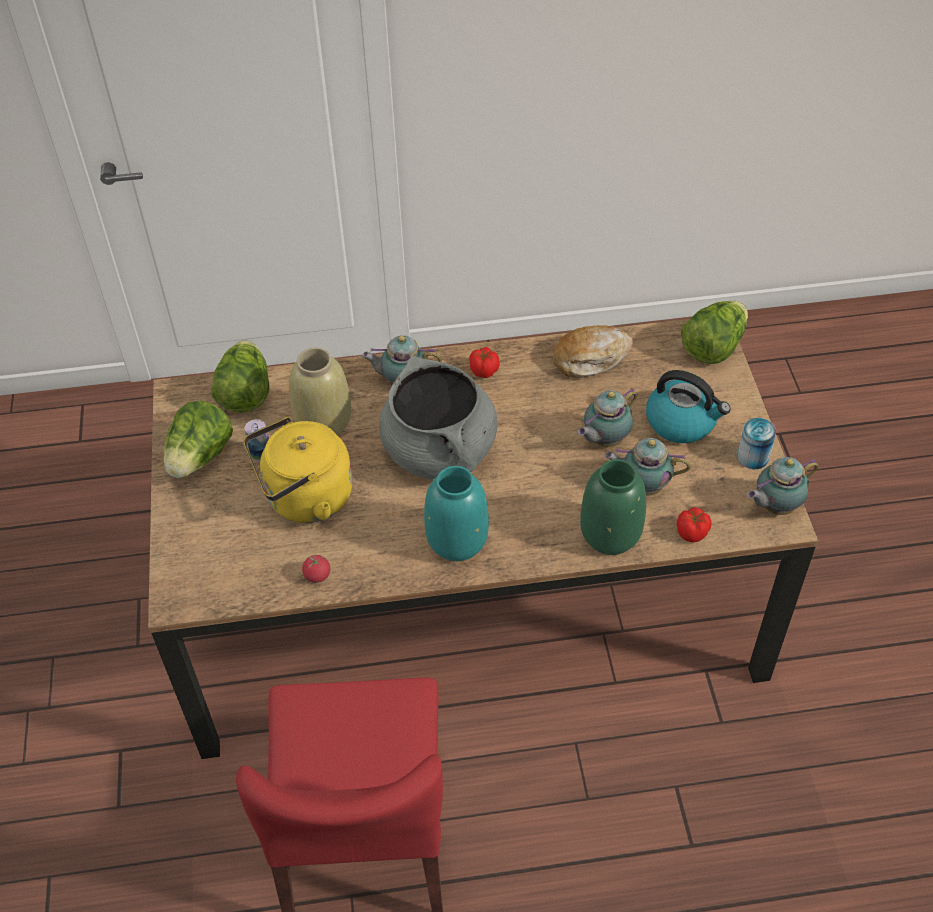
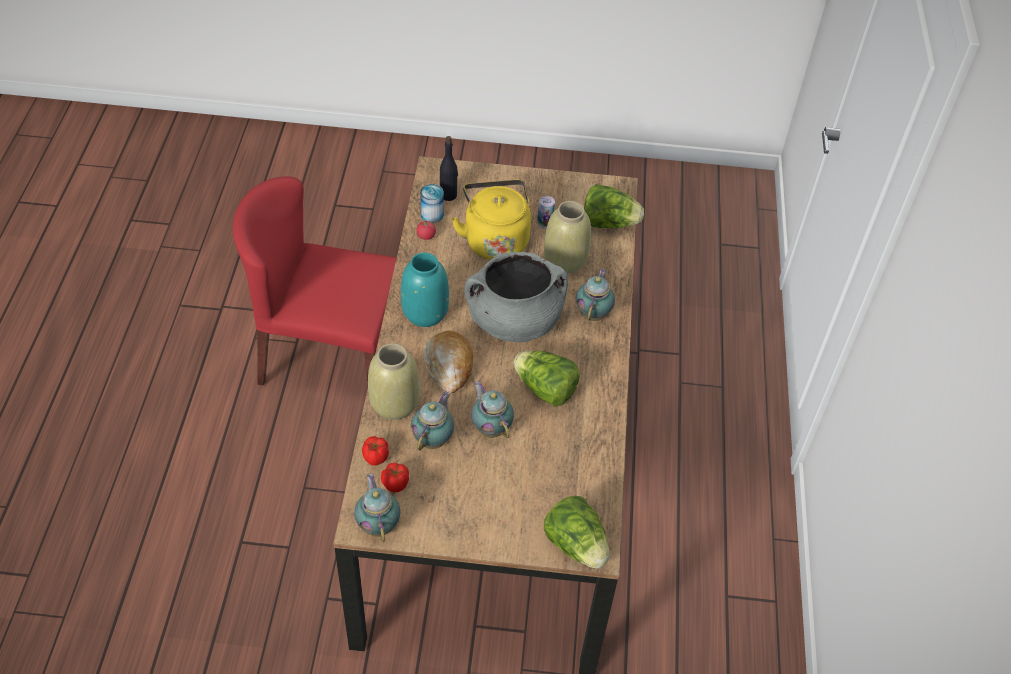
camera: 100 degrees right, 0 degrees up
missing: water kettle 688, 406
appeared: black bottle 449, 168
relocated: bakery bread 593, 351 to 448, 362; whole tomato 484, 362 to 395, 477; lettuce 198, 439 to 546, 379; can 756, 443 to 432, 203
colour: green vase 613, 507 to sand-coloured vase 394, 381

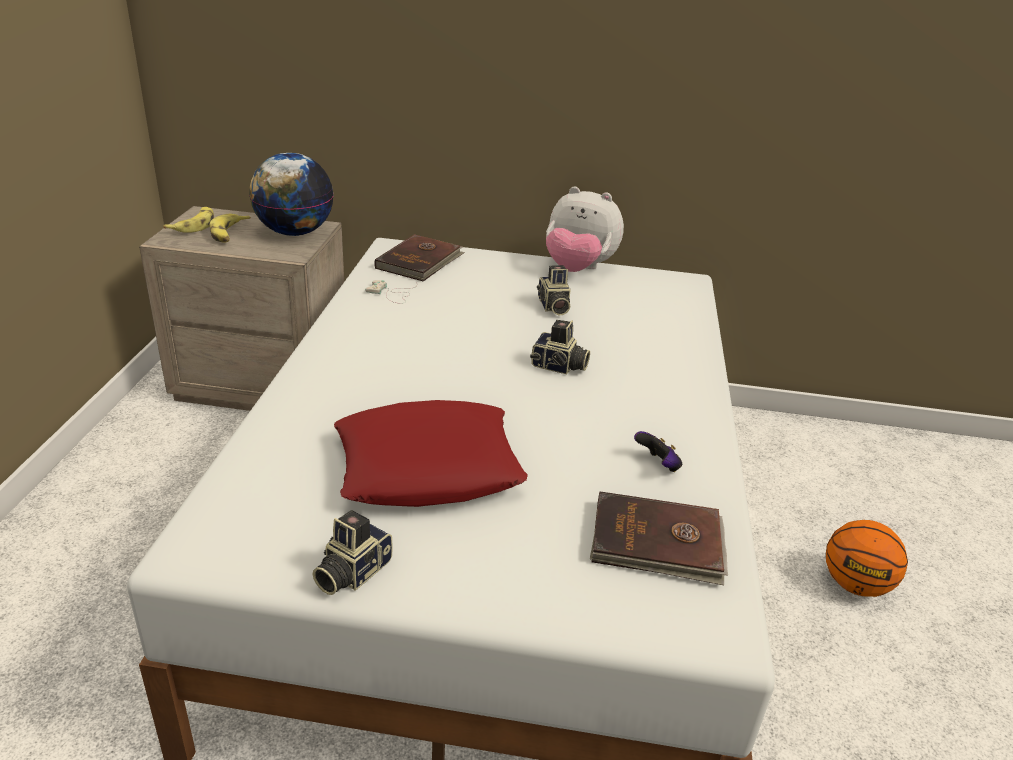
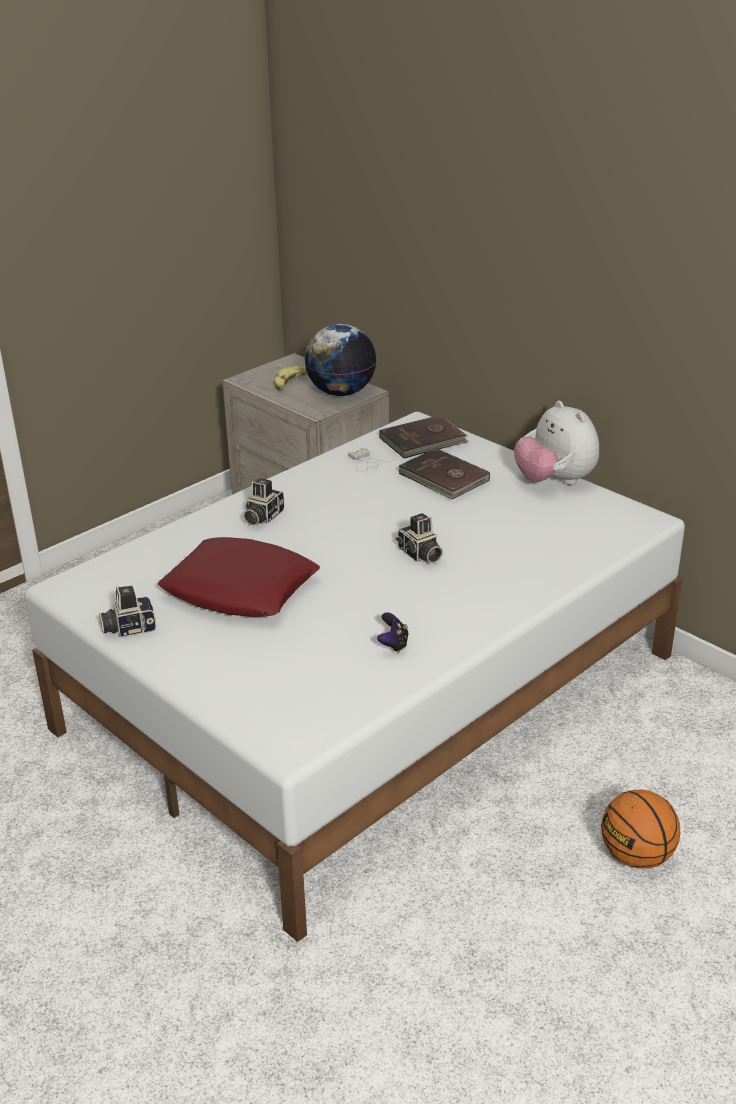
camera: 40 degrees right, 0 degrees up
missing: whole banana 188, 220
relocated: photo camera 554, 290 to 263, 502; brownish book 659, 538 to 444, 473

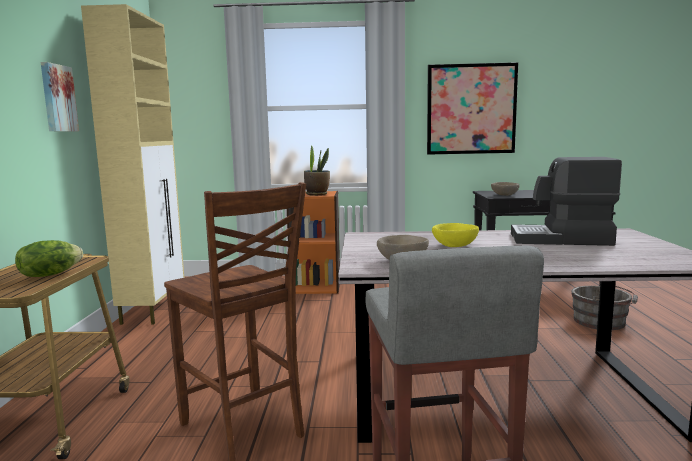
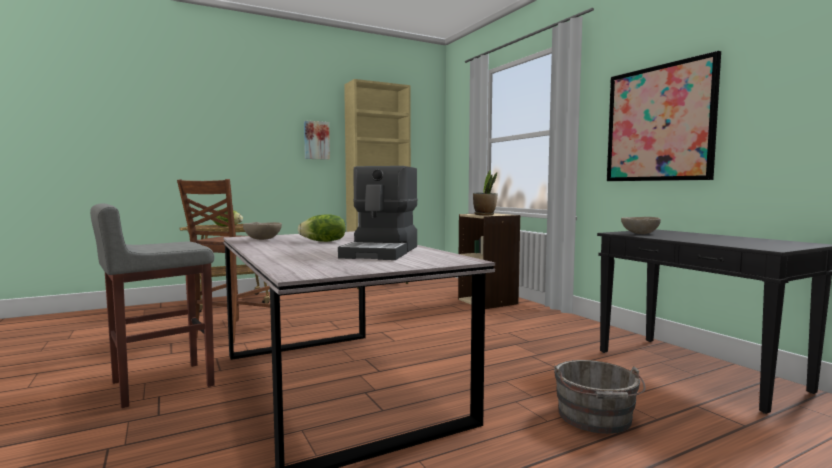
camera: 60 degrees right, 5 degrees down
exchanged: yellow bowl 455, 235 to lettuce 322, 228
colour: orangey bookcase 313, 242 to sand-coloured bookcase 489, 261
spun: coffee maker 566, 201 = 377, 213 150 degrees counterclockwise

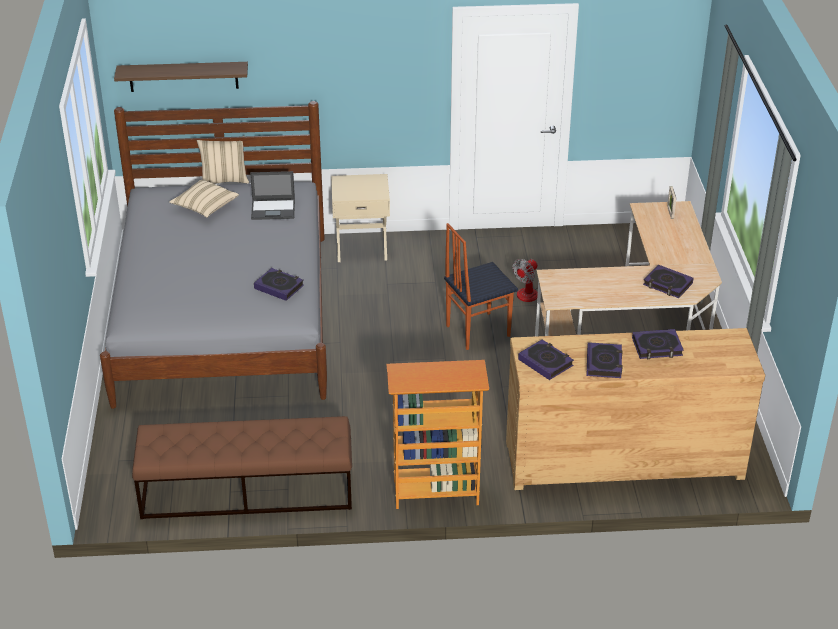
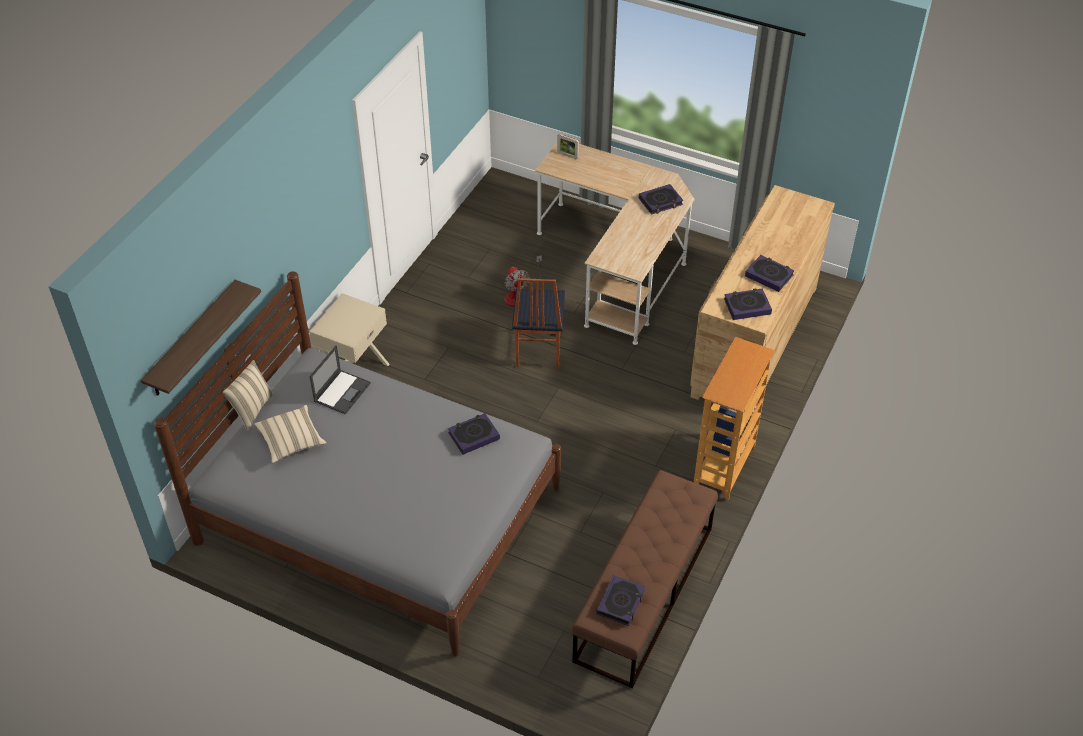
camera: 60 degrees left, 10 degrees up
relocated: book 658, 344 to 620, 600

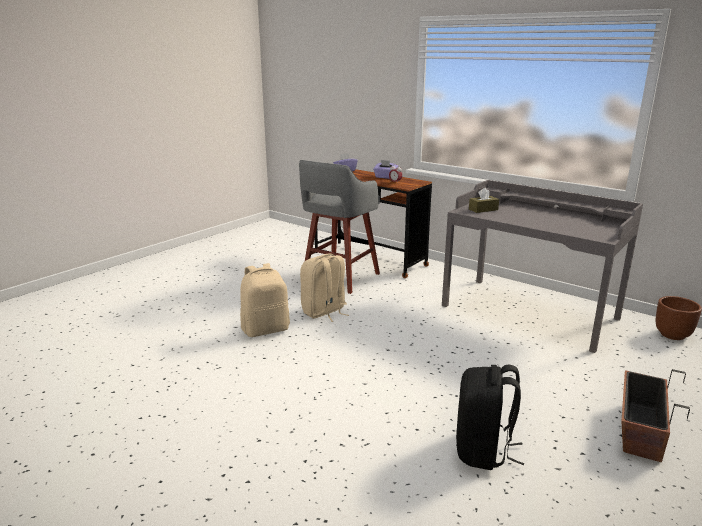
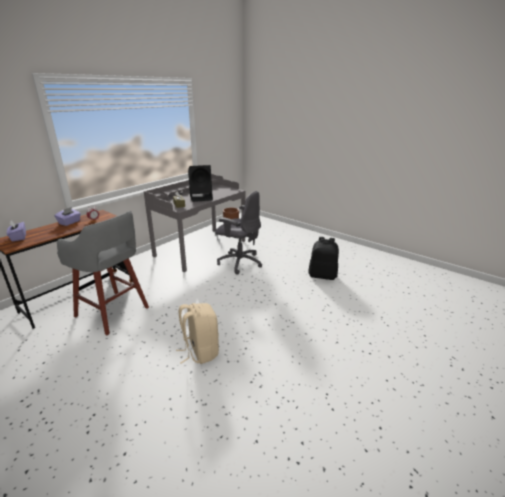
camera: 90 degrees left, 5 degrees up
missing: sand-coloured rucksack 324, 288; flower pot 655, 416
appeared: black audio speaker 200, 183; grey office chair 238, 233

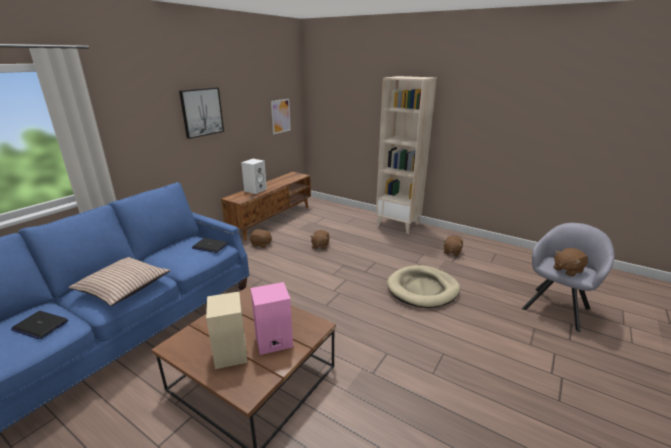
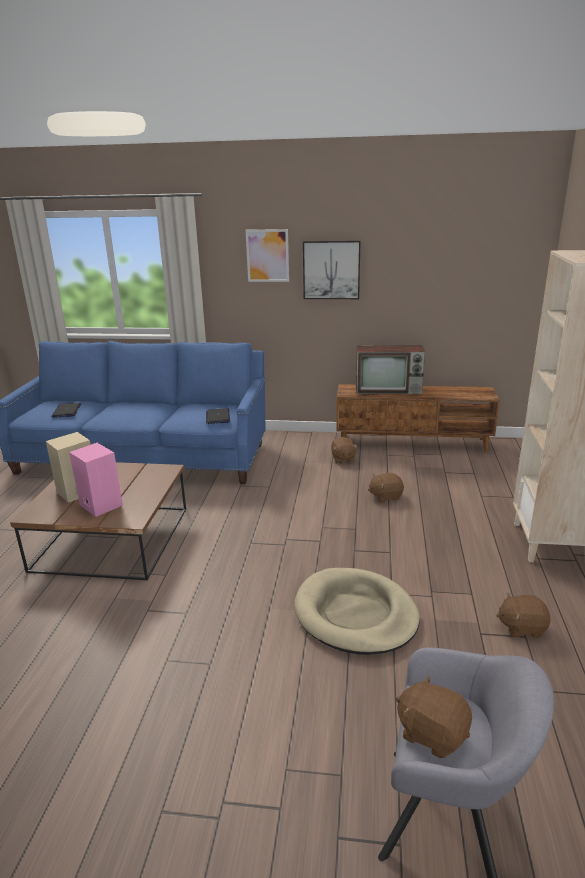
camera: 65 degrees right, 0 degrees up
missing: pillow 119, 281
relocated: picture 281, 116 to 267, 255
exchanged: whitish audio speaker 254, 176 to TV set 390, 369

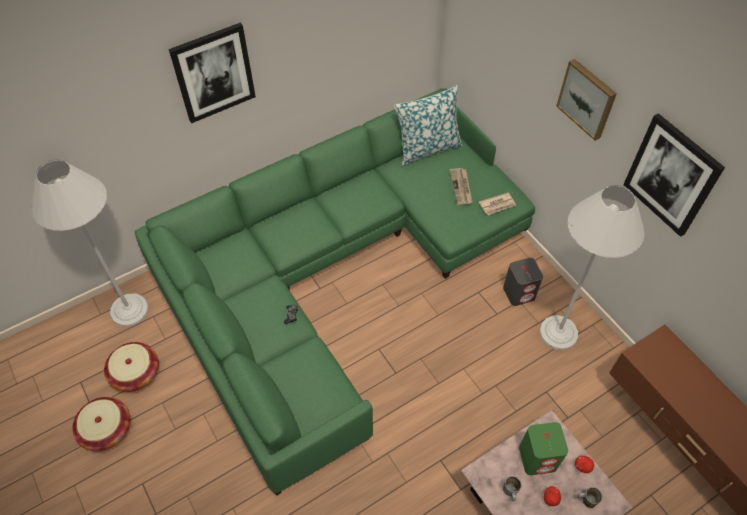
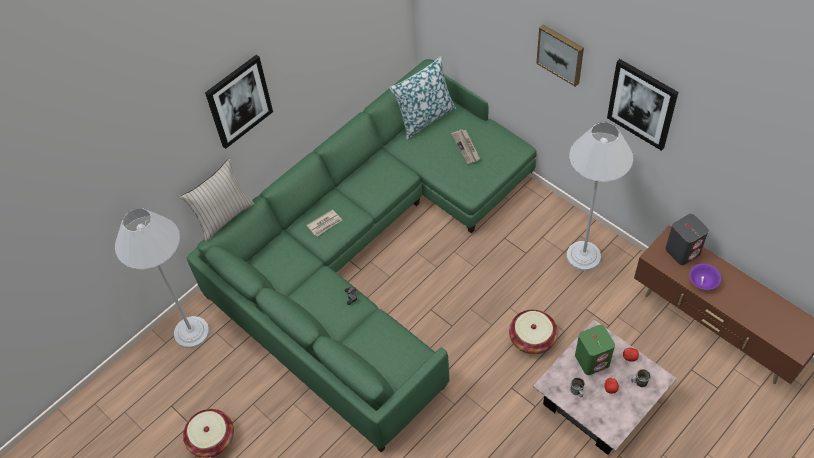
camera: 10 degrees left, 0 degrees up
appeared: sand-coloured pillow 217, 200; purple-coloured bowl 705, 277
relocated: newspaper 497, 204 to 324, 222; grey audio speaker 523, 282 to 687, 239; basket 131, 367 to 533, 332

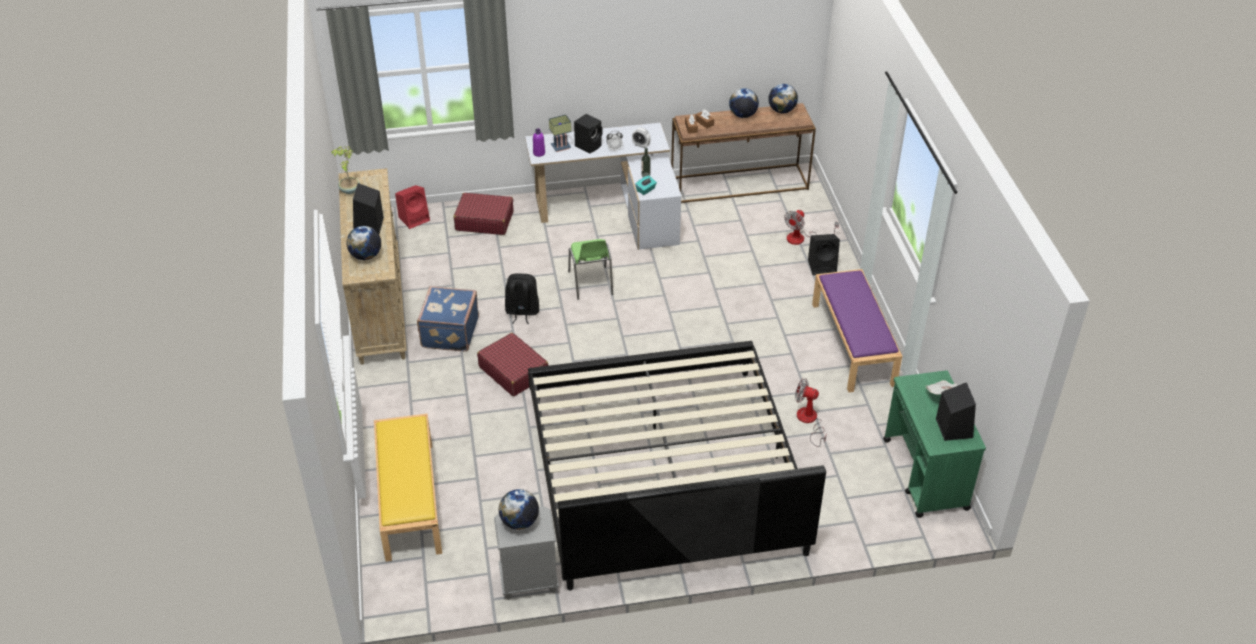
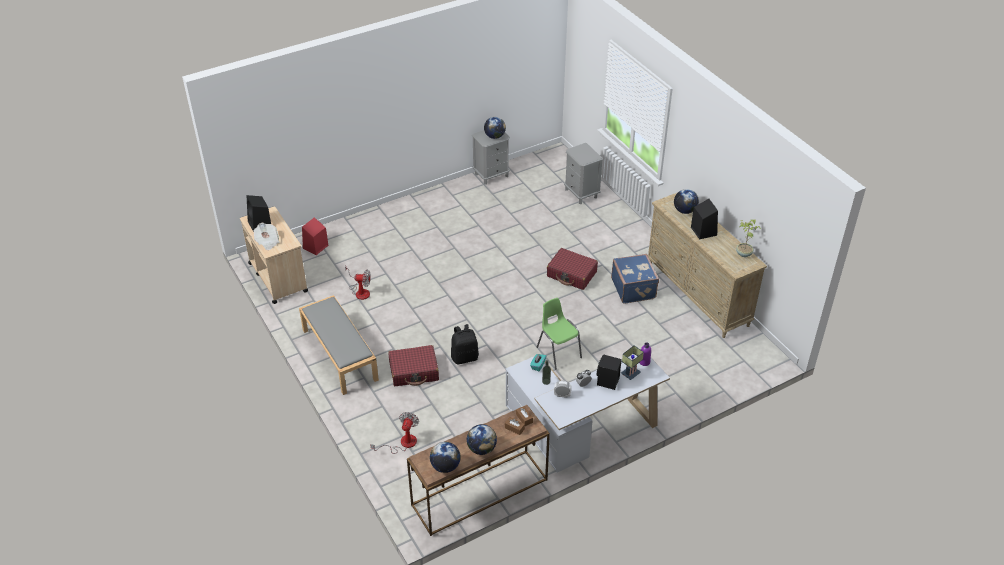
camera: 160 degrees right, 0 degrees up
missing: black audio speaker 824, 254; bed 677, 465
relocated: red audio speaker 412, 207 to 315, 236; red suitcase 484, 214 to 413, 365; black rucksack 522, 299 to 465, 344
exchanged: yellow bench 408, 488 to grey bedside table 583, 173
colour: purple-coloured bench 857, 330 to grey bench 339, 345; green trolley 934, 444 to sand-coloured trolley 274, 255

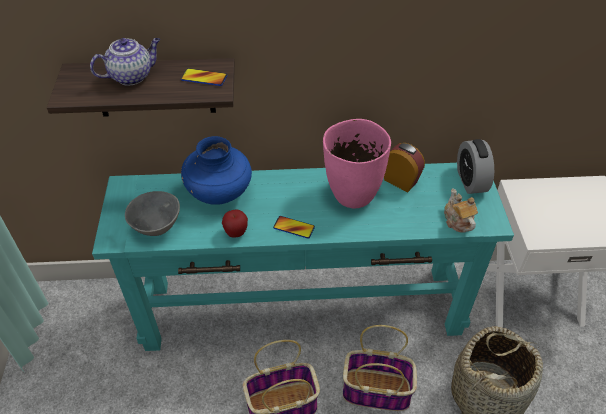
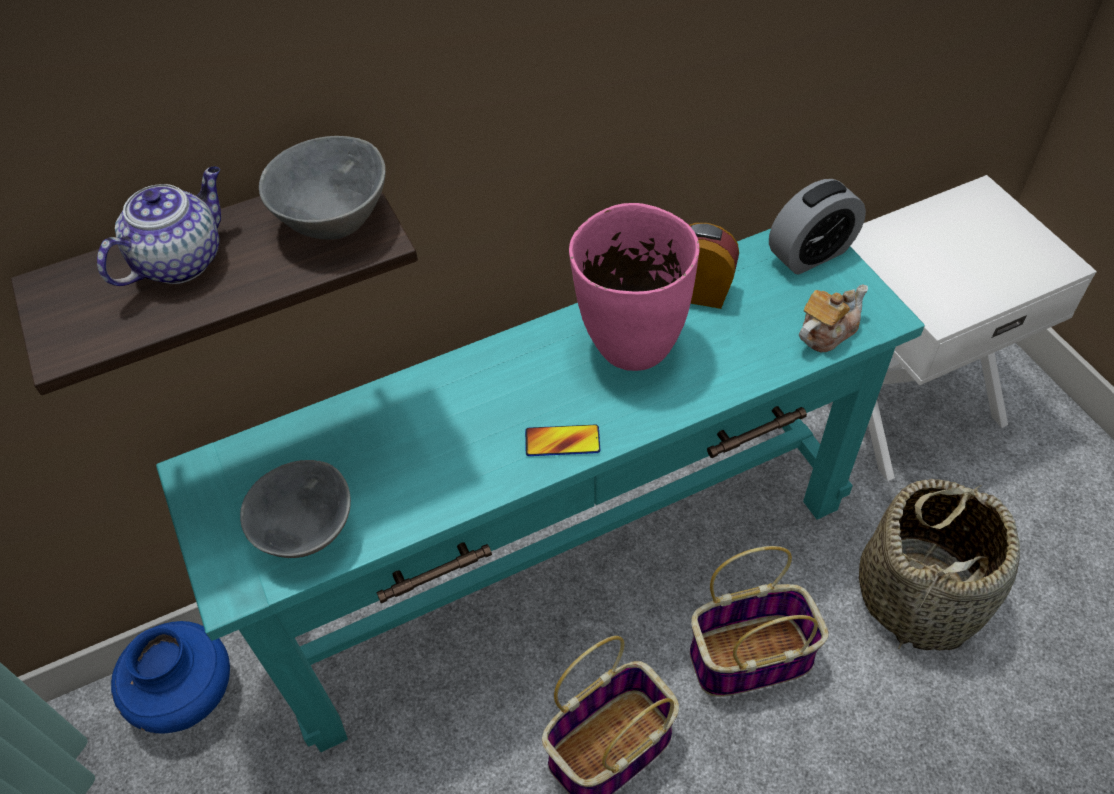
camera: 20 degrees left, 5 degrees up
missing: apple fruit 235, 223
relocated: bluish vase 216, 170 to 170, 677
exchanged: telephone 204, 77 to grey bowl 322, 188
spun: alarm clock 475, 166 = 817, 227 90 degrees counterclockwise; teapot 461, 211 = 833, 318 90 degrees clockwise

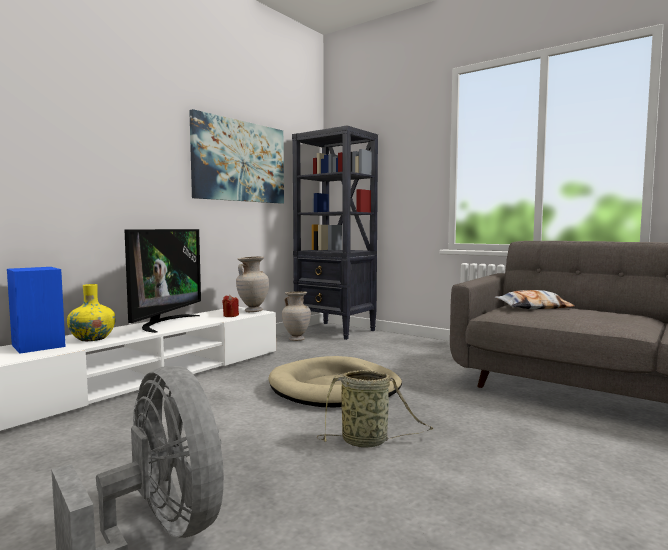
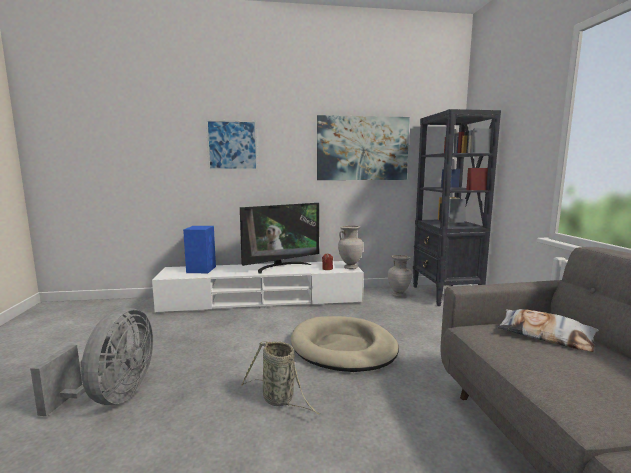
camera: 45 degrees right, 5 degrees up
missing: yellow vase 91, 312
appeared: picture 232, 145

